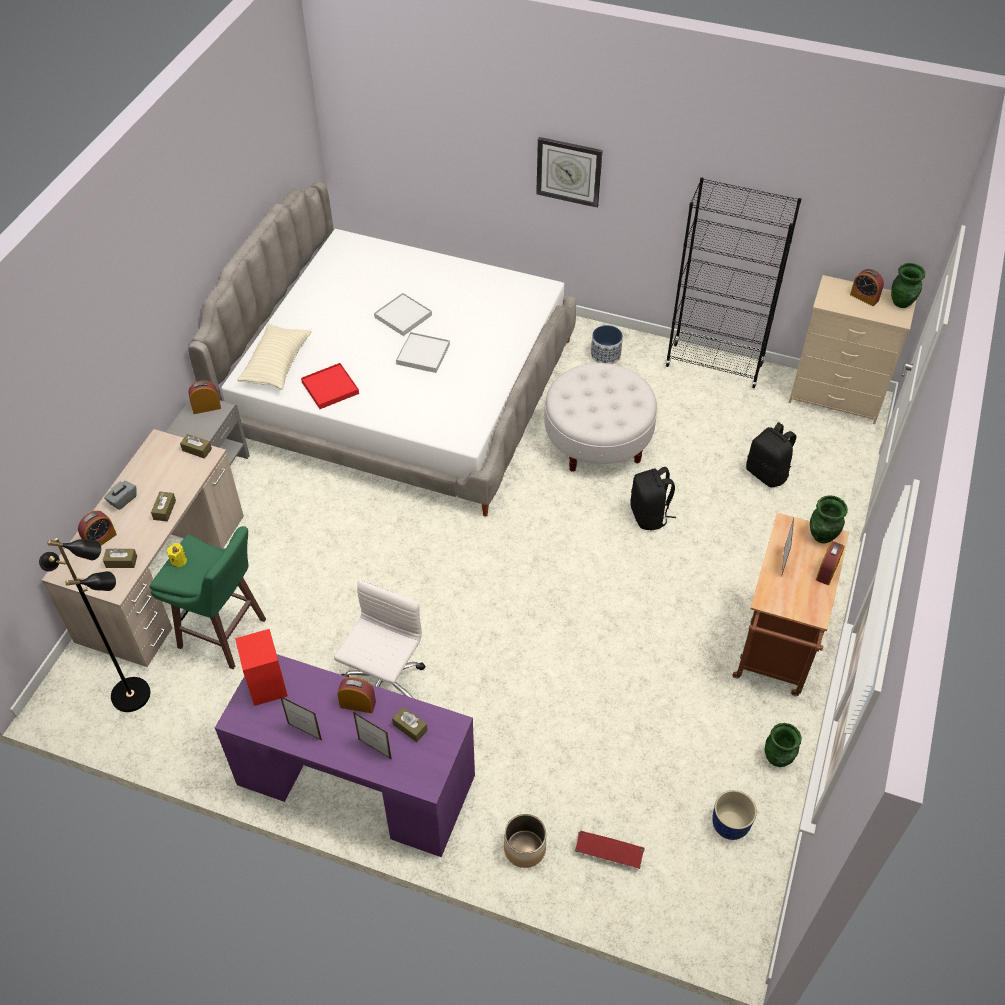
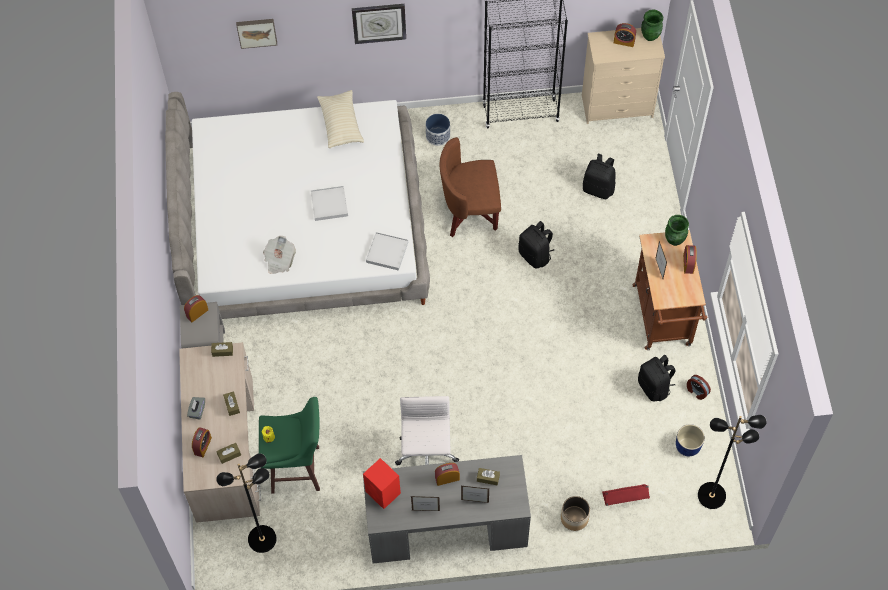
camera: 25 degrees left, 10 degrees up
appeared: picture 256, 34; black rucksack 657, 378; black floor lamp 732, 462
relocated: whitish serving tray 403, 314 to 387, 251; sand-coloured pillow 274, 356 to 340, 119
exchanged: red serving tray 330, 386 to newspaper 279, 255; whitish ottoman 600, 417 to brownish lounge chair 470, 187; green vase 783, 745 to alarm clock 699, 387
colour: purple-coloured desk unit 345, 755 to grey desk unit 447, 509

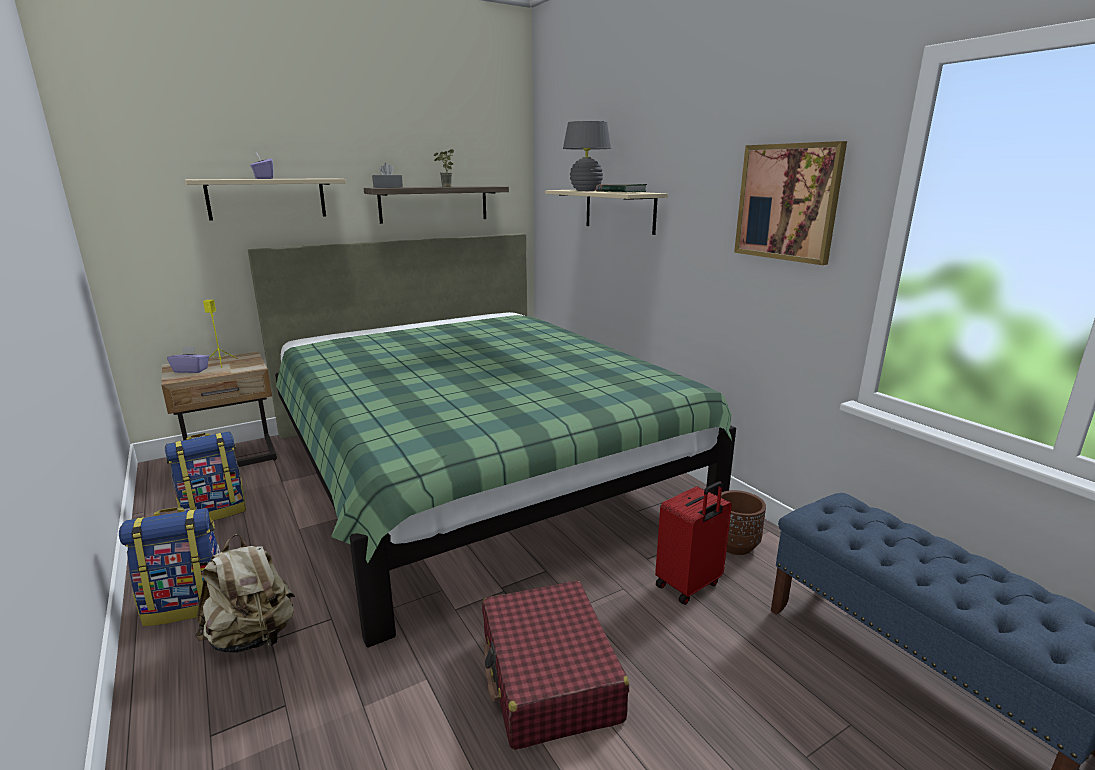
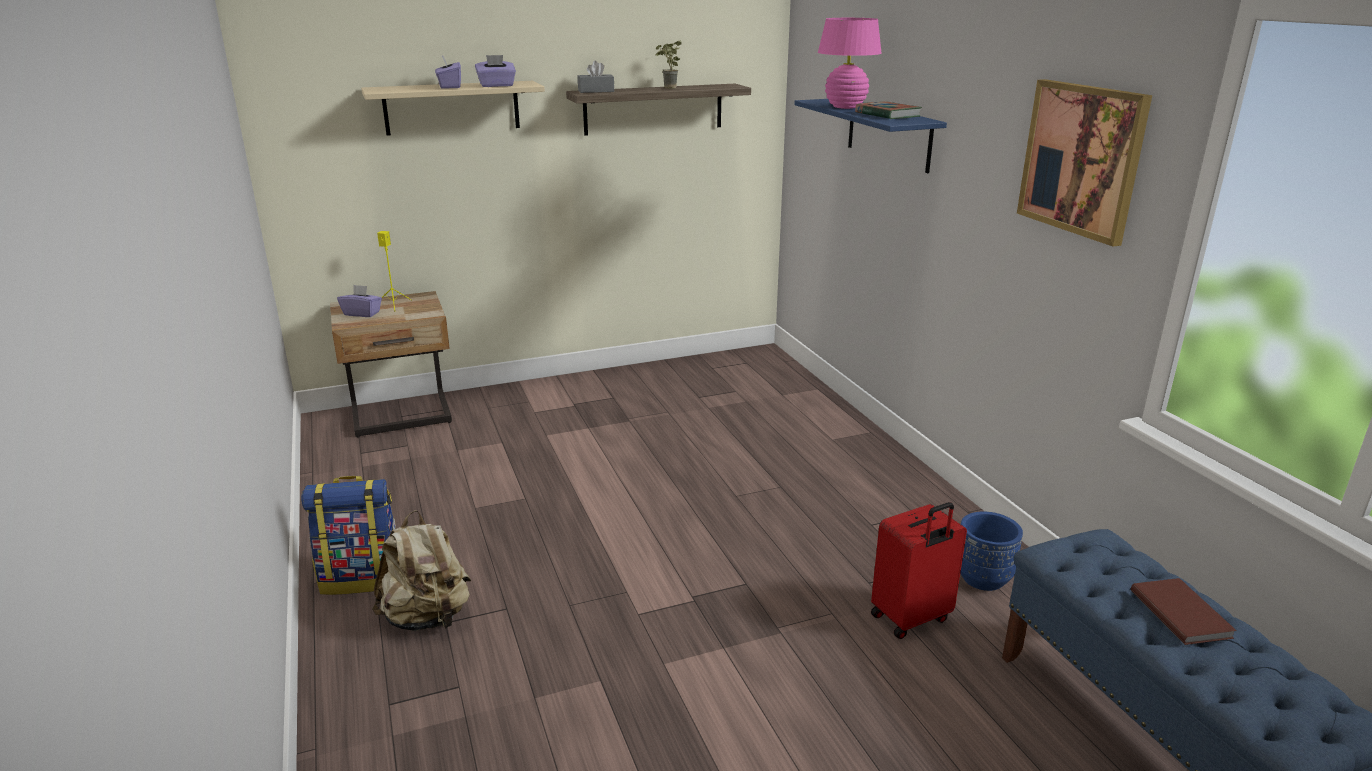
camera: 10 degrees right, 5 degrees up
missing: green bed 492, 440; rucksack 205, 476; red suitcase 555, 665
appeared: purple-coloured tissue box 495, 71; brownish book 1184, 611
colour: grey tabletop lamp 587, 156 to pink-coloured tabletop lamp 850, 63; sand-coloured bracket shelf 606, 212 to bluish bracket shelf 870, 136; brownish flower pot 741, 522 to bluish flower pot 991, 551

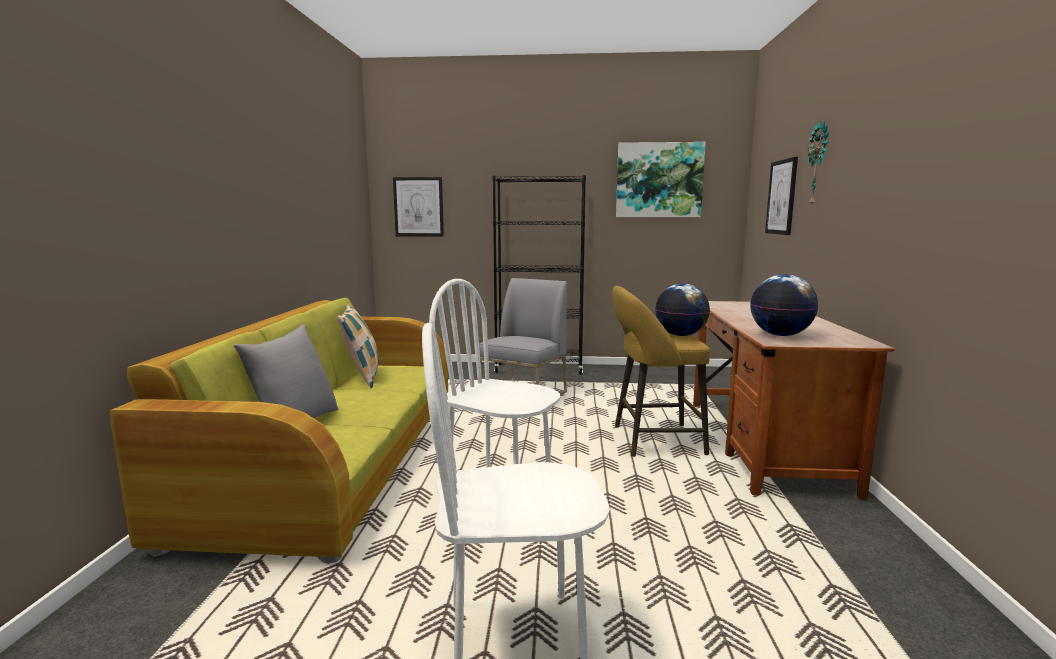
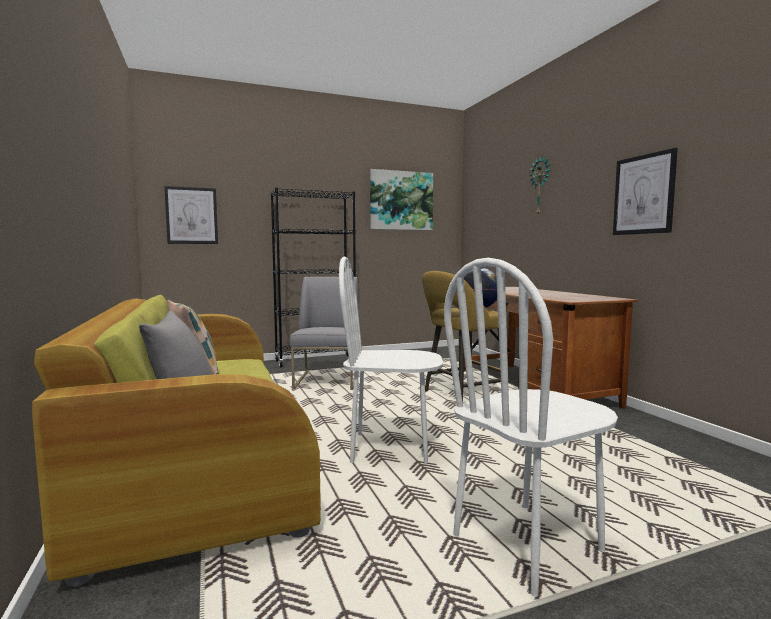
camera: 25 degrees left, 5 degrees down
missing: globe 784, 305
relocated: picture 781, 196 to 645, 191

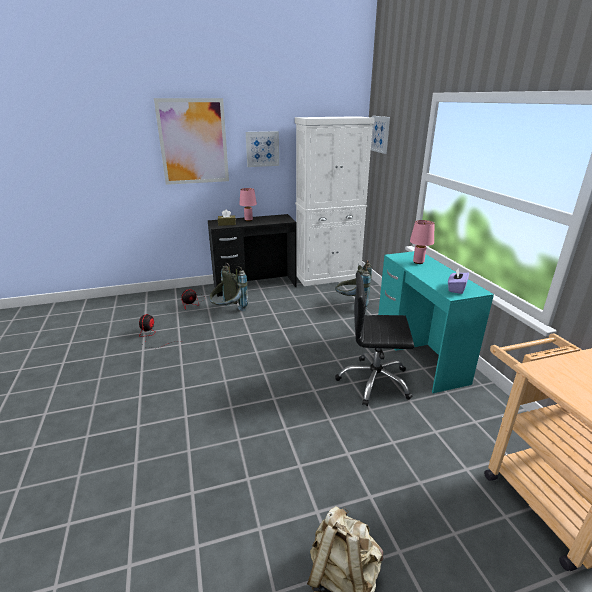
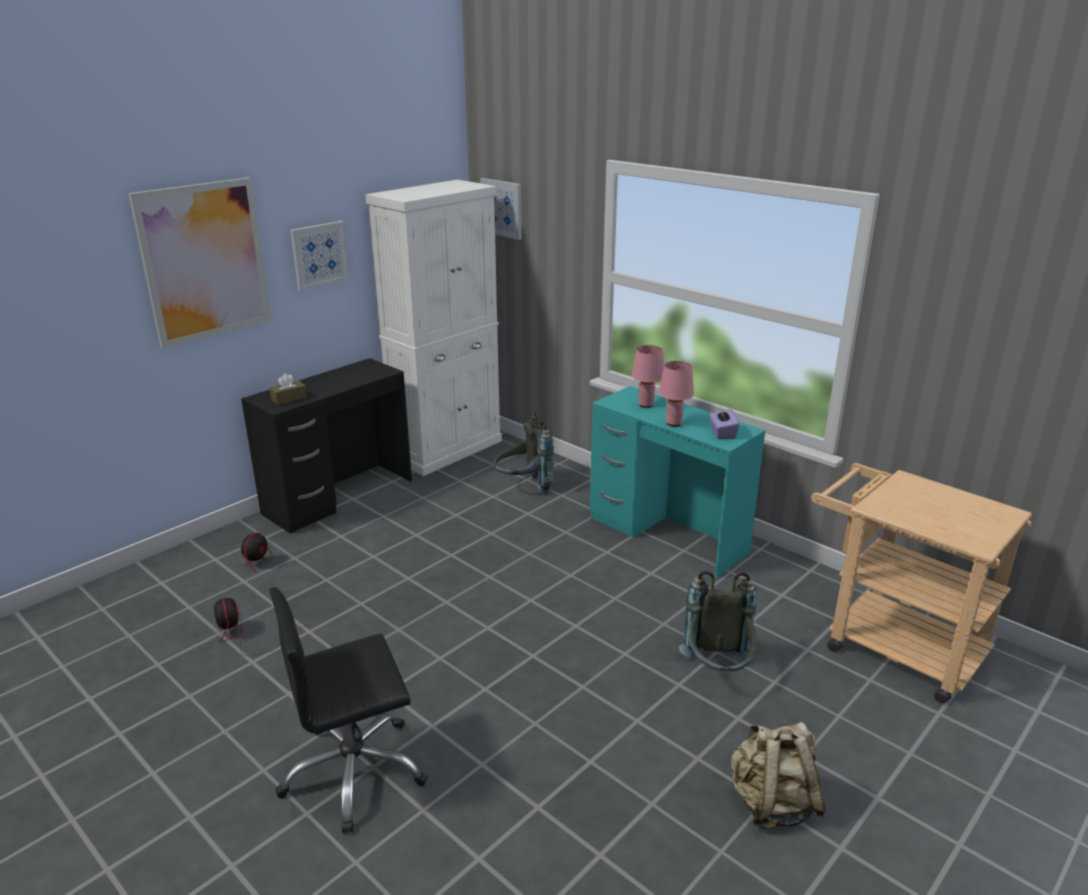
camera: 30 degrees left, 0 degrees up
relocated: pink-coloured tabletop lamp 248, 204 to 676, 393; grey rucksack 228, 287 to 718, 621; black office chair 374, 339 to 348, 710

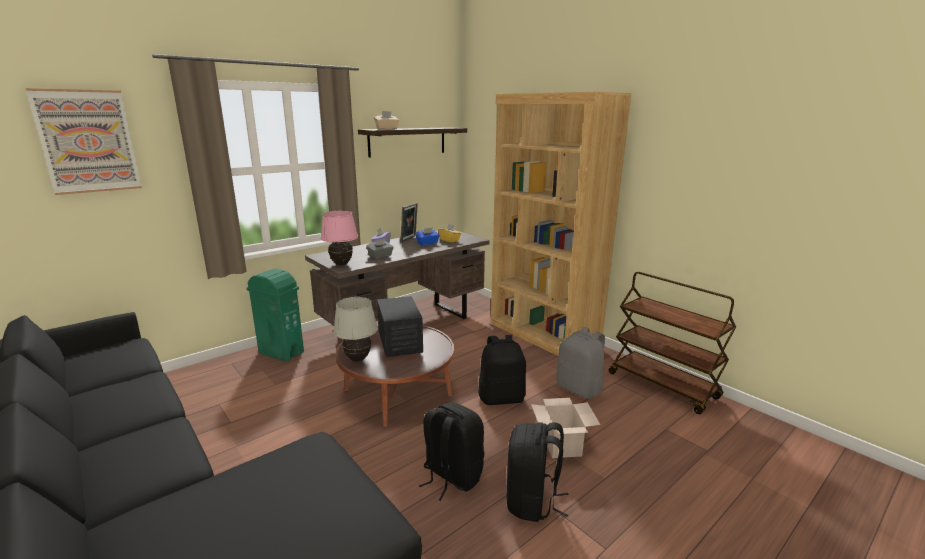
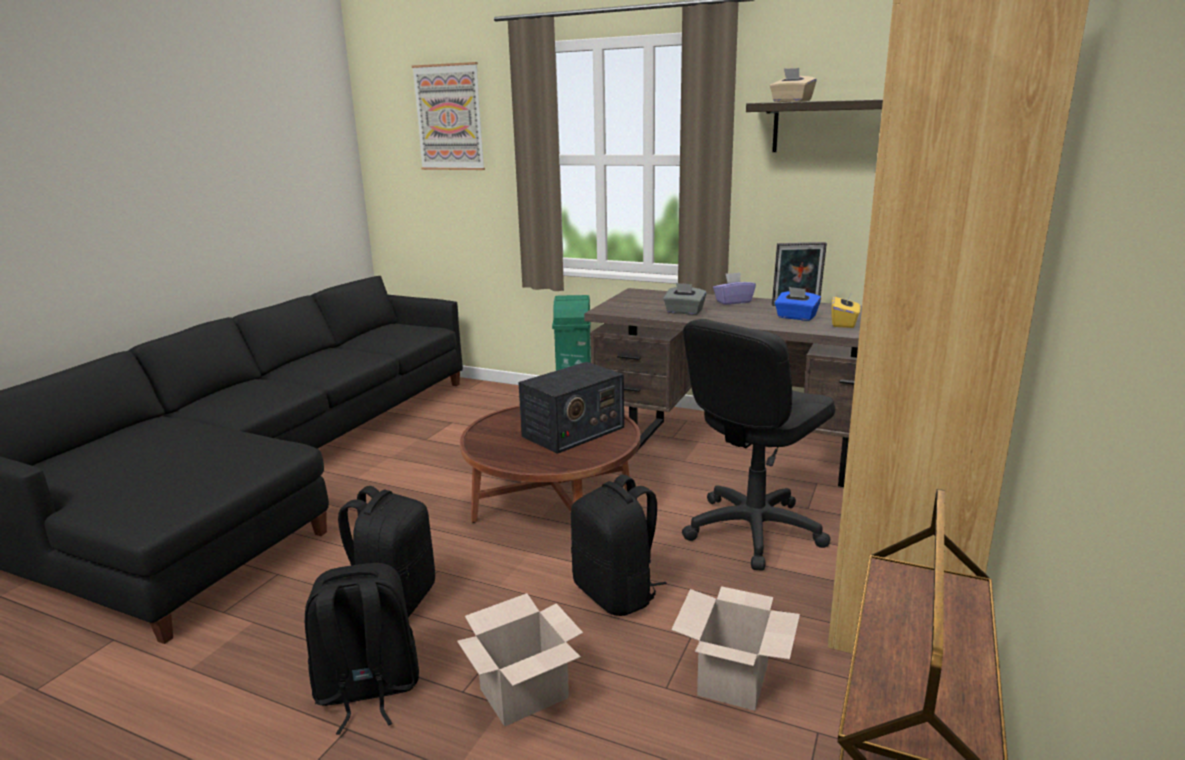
camera: 65 degrees right, 0 degrees up
missing: pink-coloured tabletop lamp 339, 238; whitish tabletop lamp 355, 329
appeared: black office chair 758, 445
exchanged: grey rucksack 580, 363 to carton 735, 648

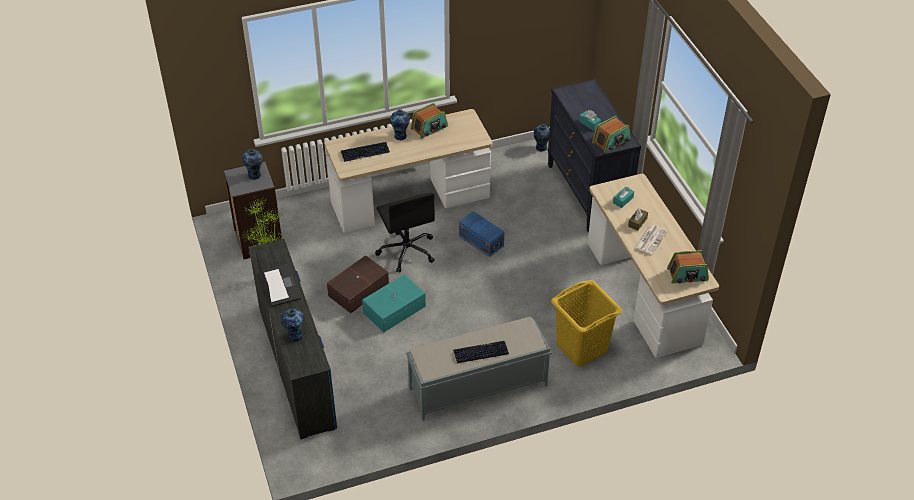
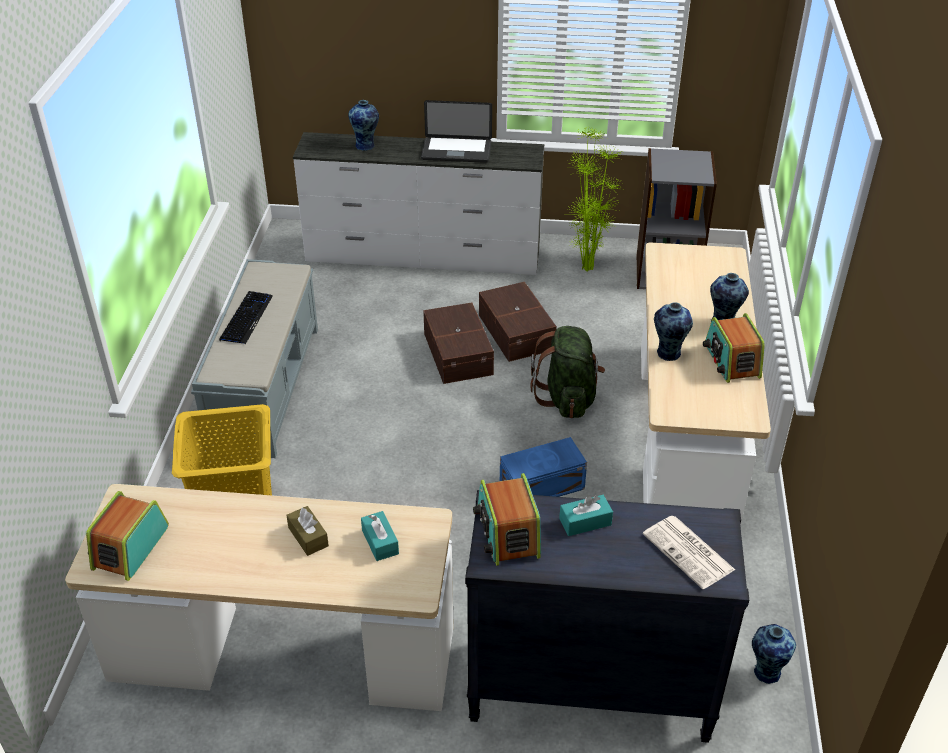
camera: 115 degrees right, 5 degrees down
missing: computer keyboard 365, 152
relocated: vase 252, 164 to 673, 331; newspaper 651, 240 to 689, 552
exchanged: black office chair 405, 233 to green rucksack 567, 372
colour: bluish chest of drawers 292, 339 to whitish chest of drawers 419, 203; turquoise storage container 394, 303 to brownish storage container 458, 343

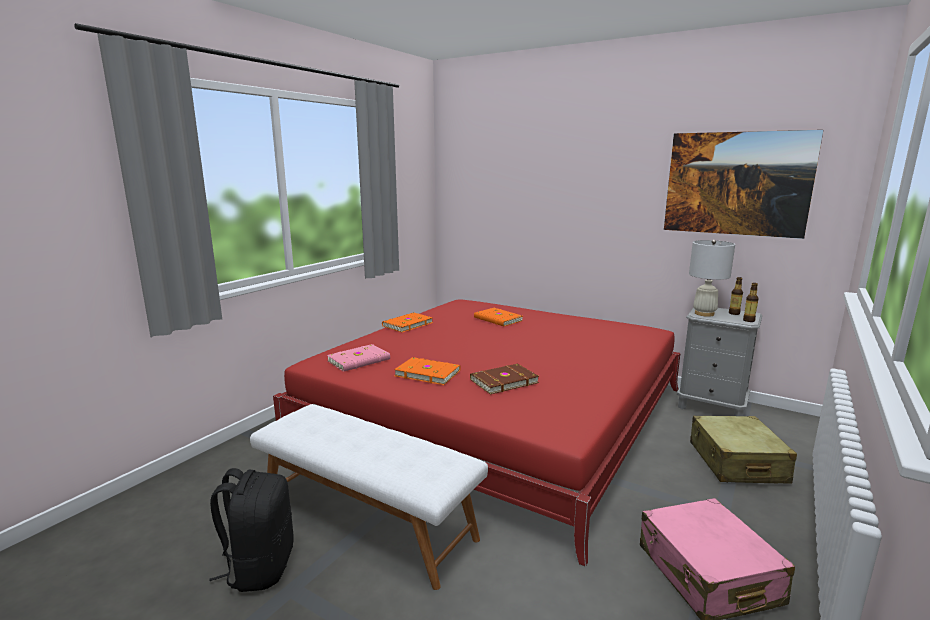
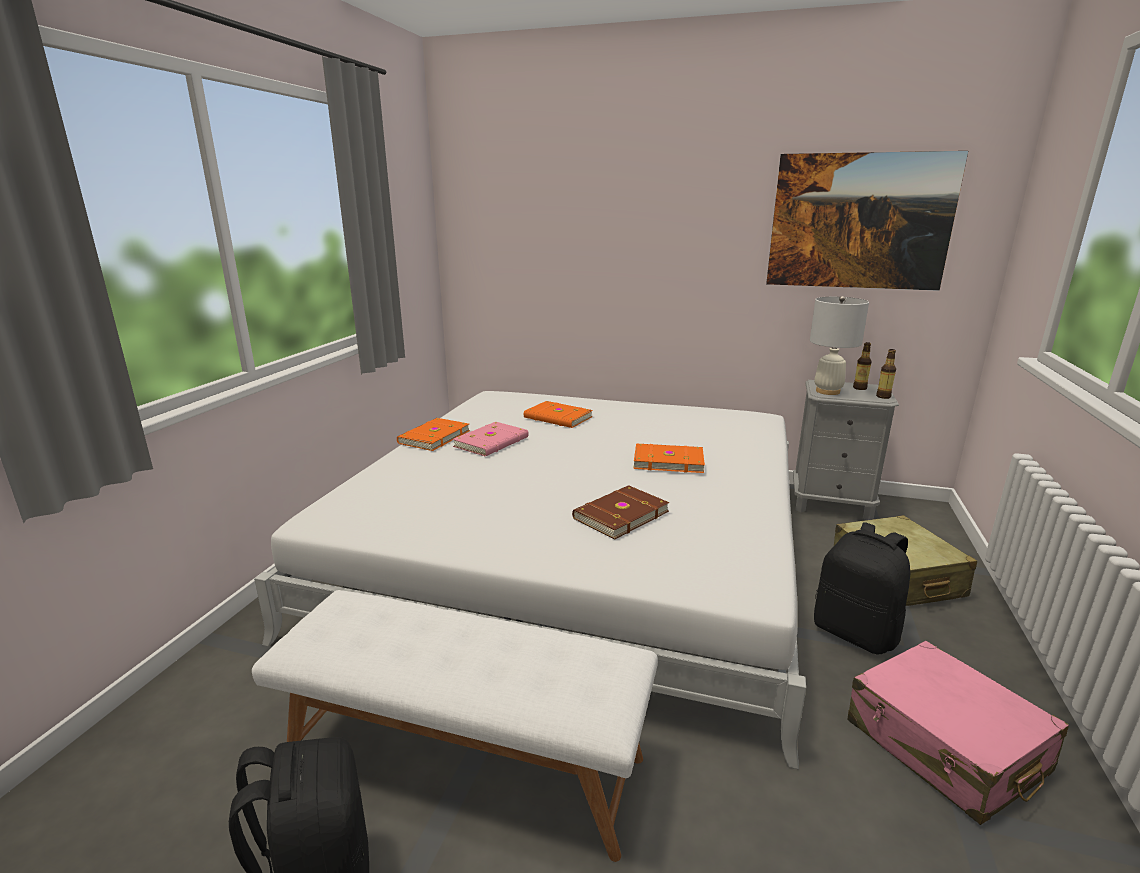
camera: 15 degrees left, 5 degrees up
appeared: black rucksack 862, 588
relocated: pink-coloured book 358, 358 to 491, 439; orangey book 427, 371 to 669, 458
colour: red bed 477, 433 to whitish bed 530, 580

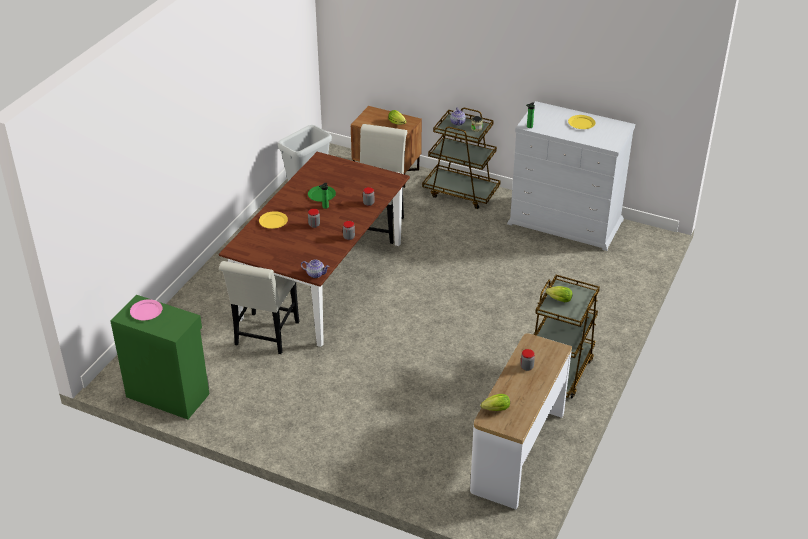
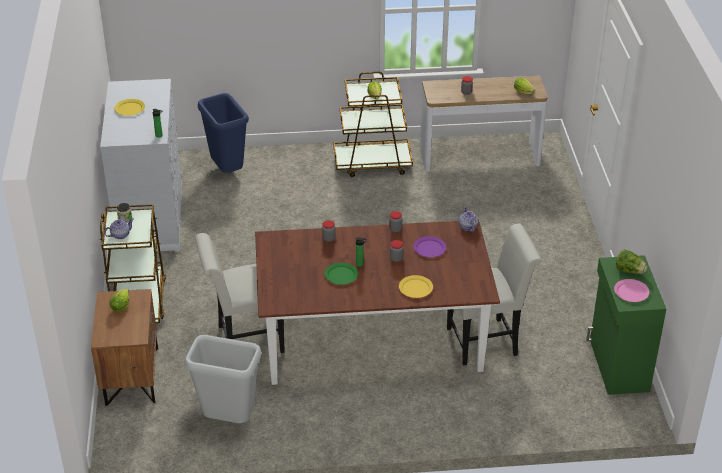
camera: 120 degrees left, 0 degrees up
appeared: bluish rubbish bin 223, 133; purple-coloured flat dish 429, 246; lettuce 632, 261

